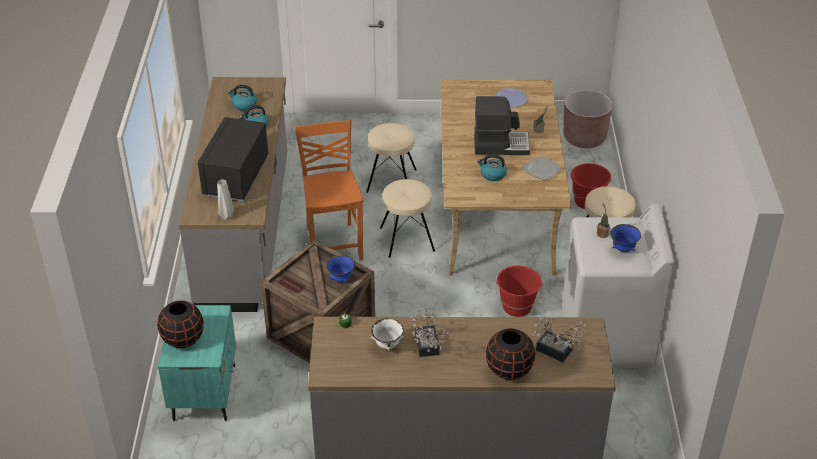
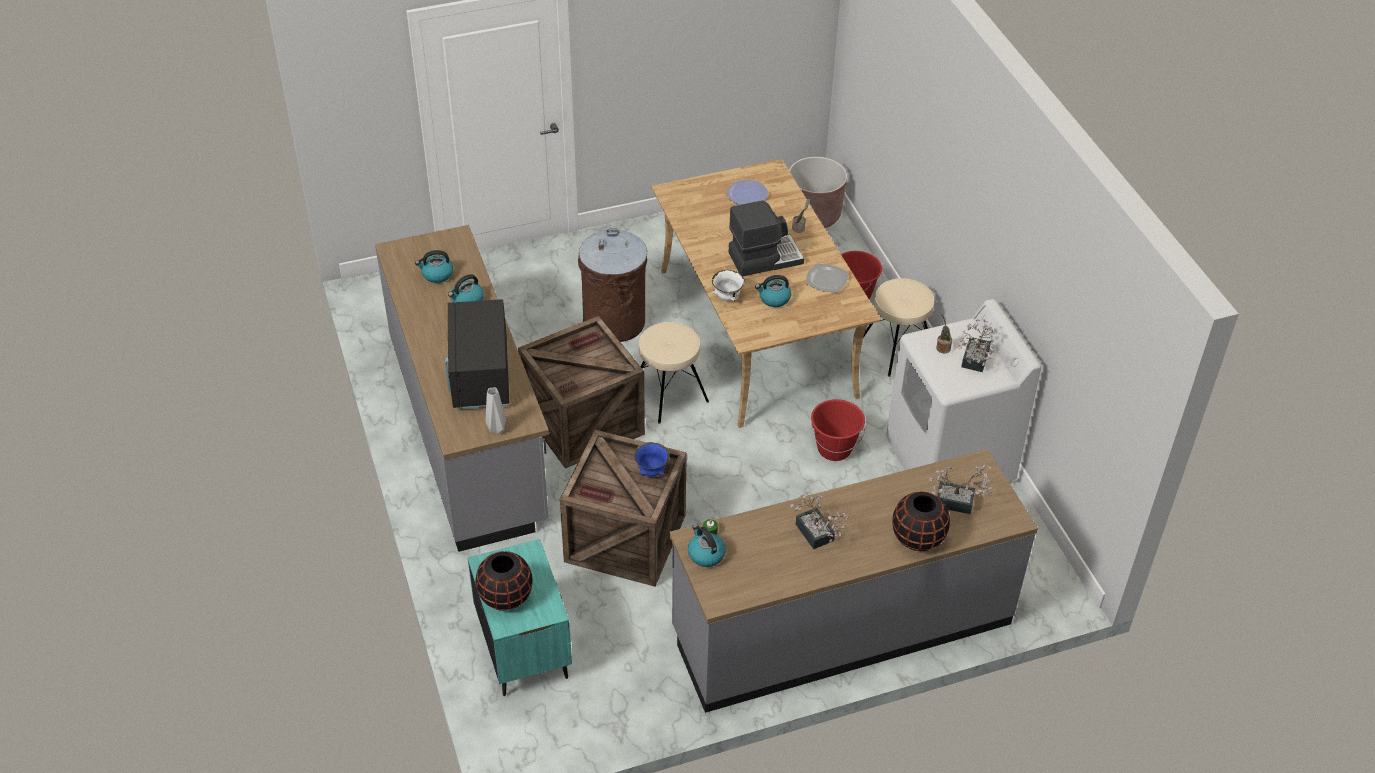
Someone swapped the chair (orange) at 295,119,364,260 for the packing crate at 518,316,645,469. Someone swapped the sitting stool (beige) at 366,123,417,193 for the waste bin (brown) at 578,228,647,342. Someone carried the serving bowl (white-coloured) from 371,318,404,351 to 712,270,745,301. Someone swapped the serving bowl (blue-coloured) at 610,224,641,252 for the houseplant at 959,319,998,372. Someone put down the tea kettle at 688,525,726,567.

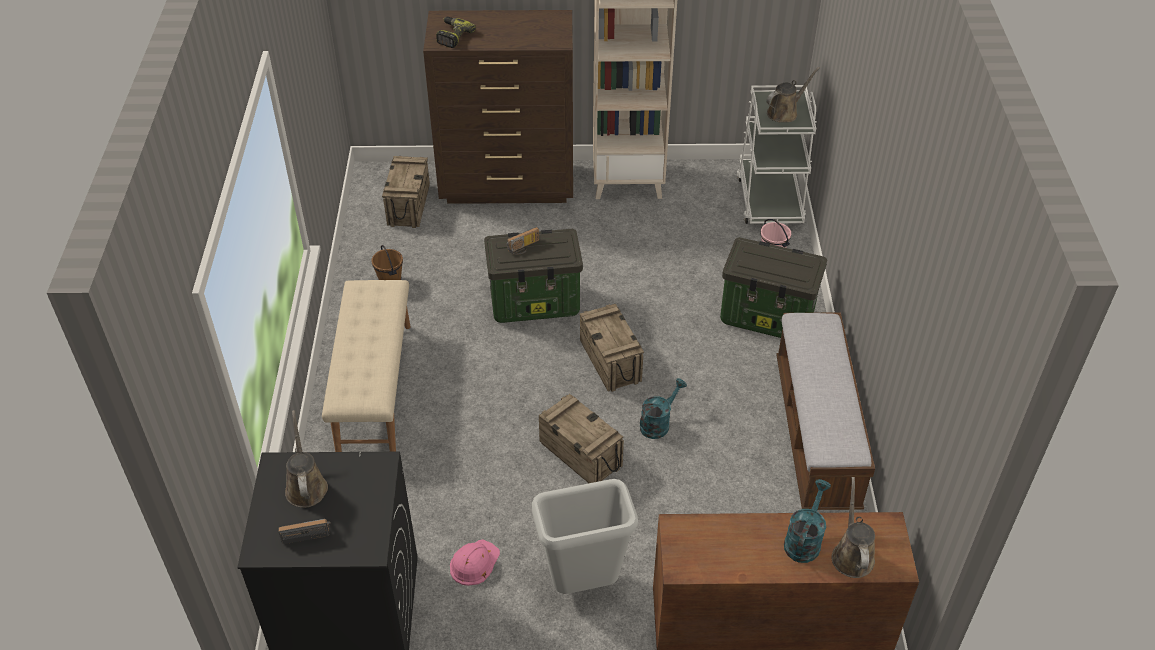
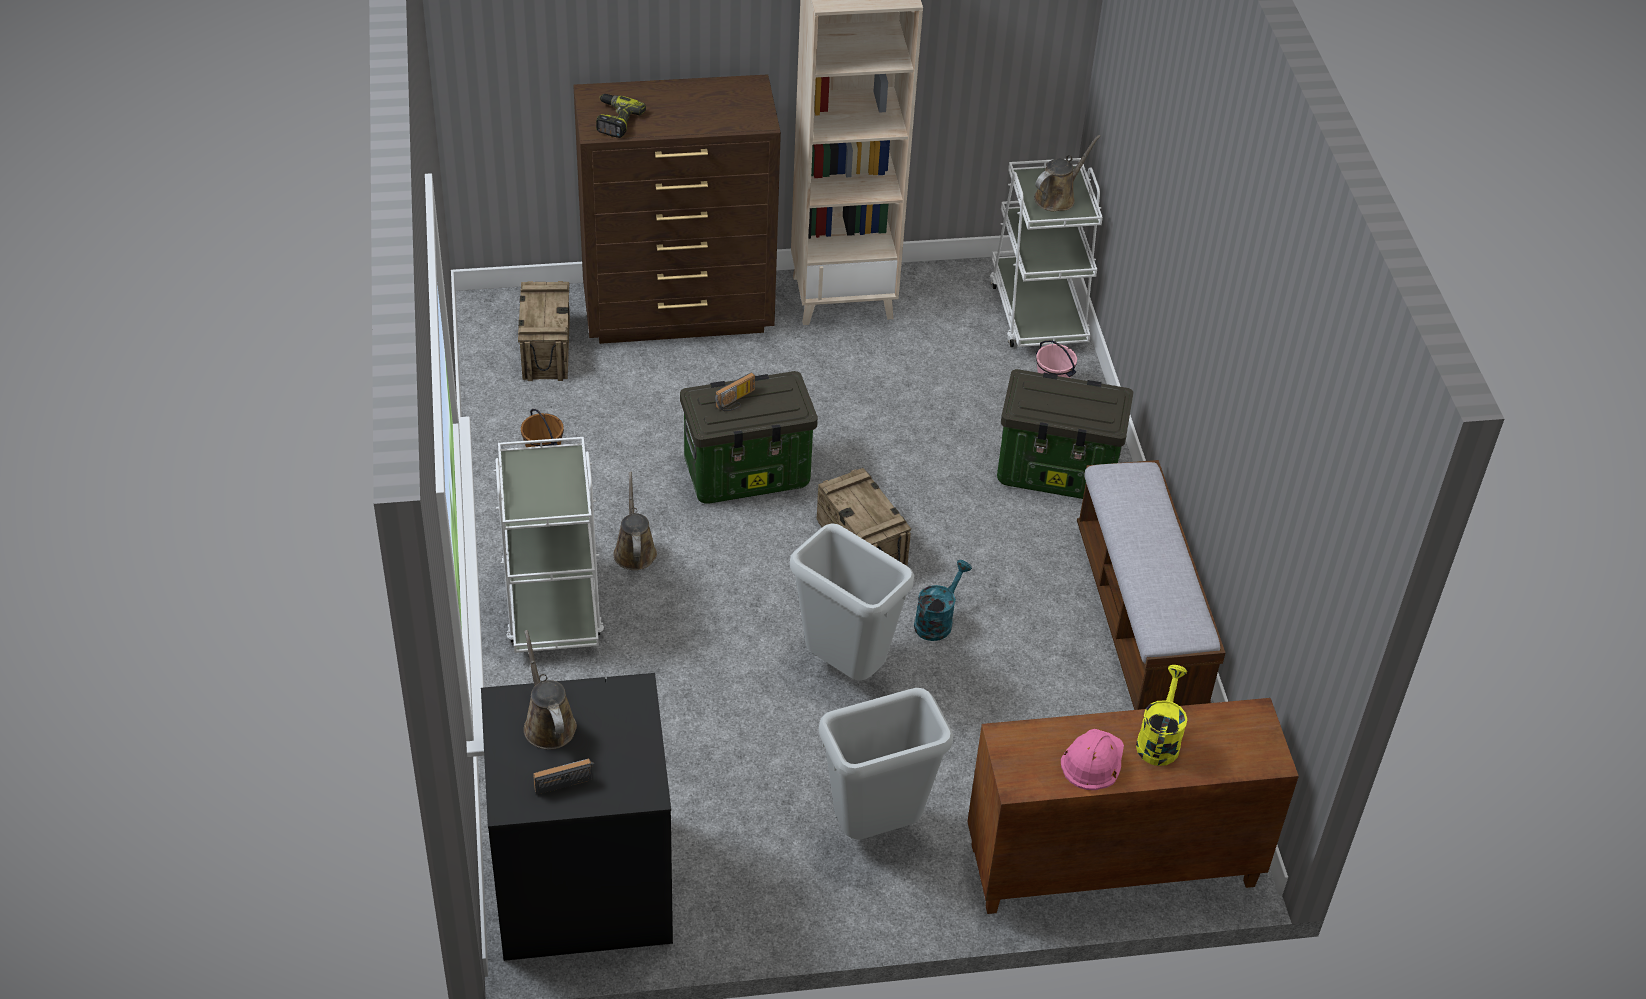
Someone swapped the long seat (beige) at 322,280,411,452 for the cart (white-coloured) at 493,437,604,653. Someone carried the safety helmet (pinkish) from 450,540,500,586 to 1061,729,1124,790. Someone swapped the packing crate at 539,394,624,483 for the waste bin (grey) at 790,523,914,681. Someone repainted the watering pot (turquoise) at 784,479,831,563, which became the watering pot (yellow) at 1136,665,1187,766. Someone carried the watering pot (brown) from 831,477,875,578 to 613,472,657,570.

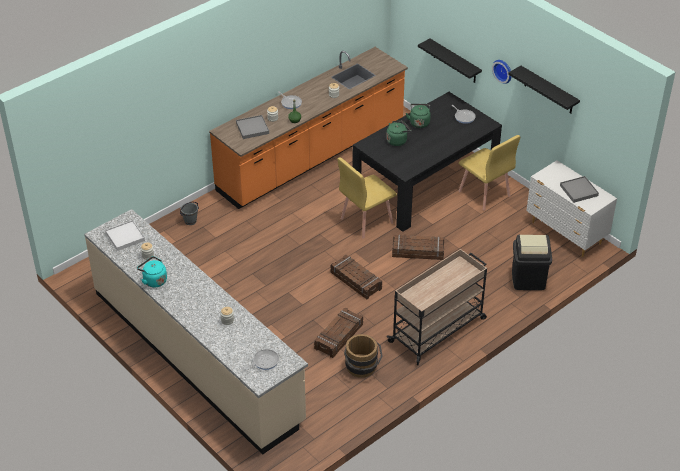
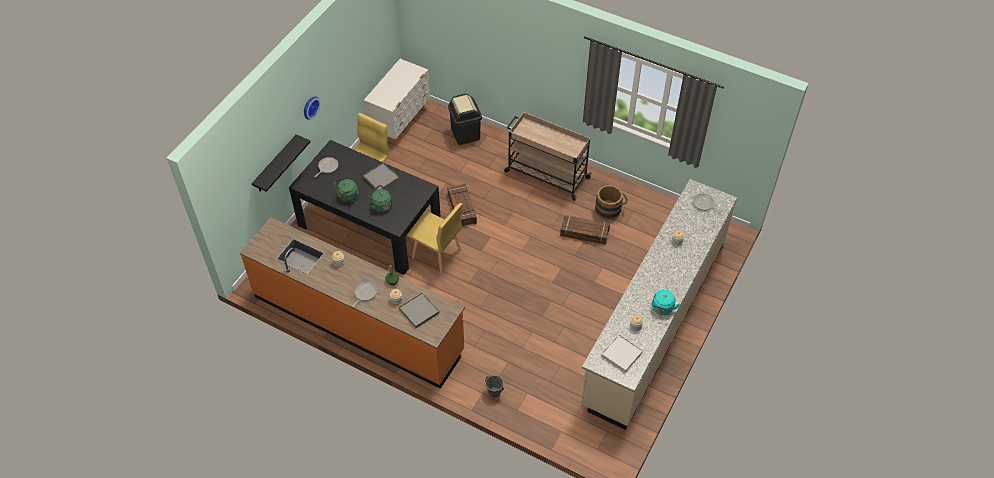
Someone took away the packing crate at 331,255,382,299. Someone took away the bracket shelf (black-coloured) at 508,66,580,114. Someone carried the tray (grey) from 560,176,599,203 to 363,163,399,190.

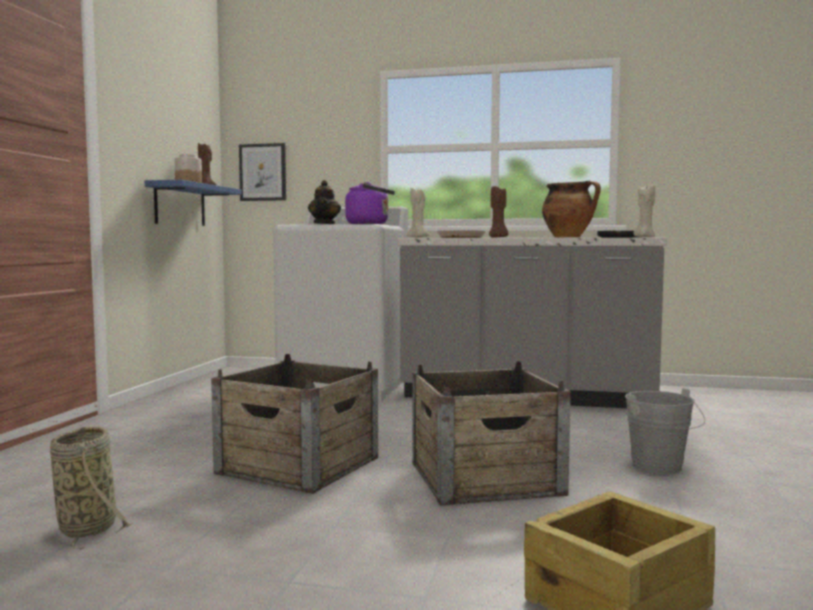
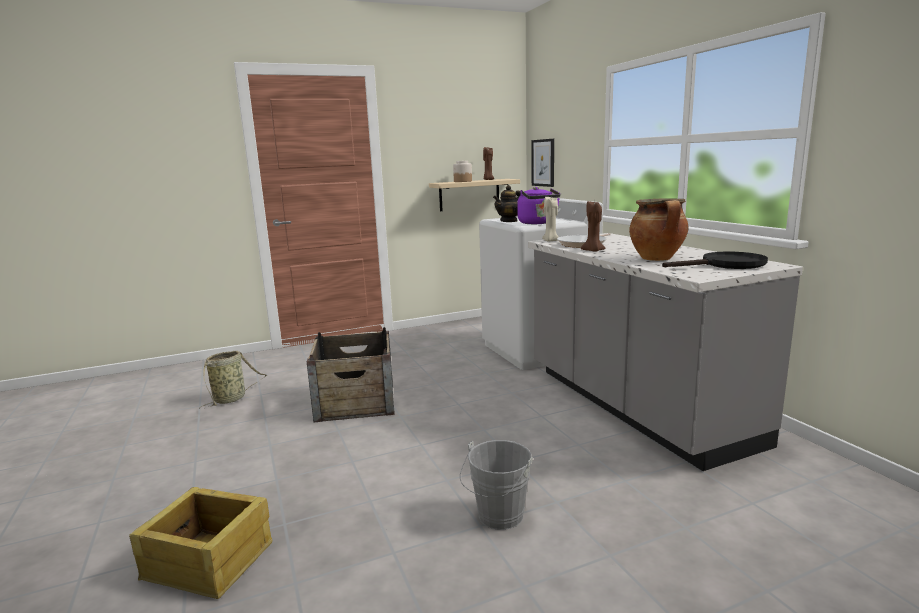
Someone repainted the bracket shelf (blue-coloured) at 145,180,242,226, which became the bracket shelf (beige) at 429,179,520,211. Someone took away the packing crate at 412,361,571,506. Someone took away the wax candle (beige) at 634,185,655,237.

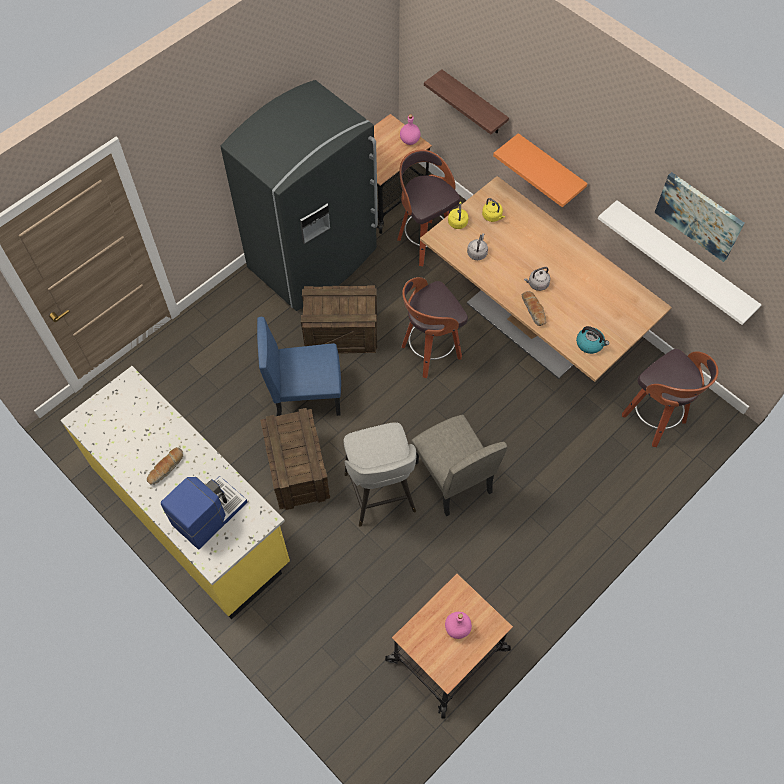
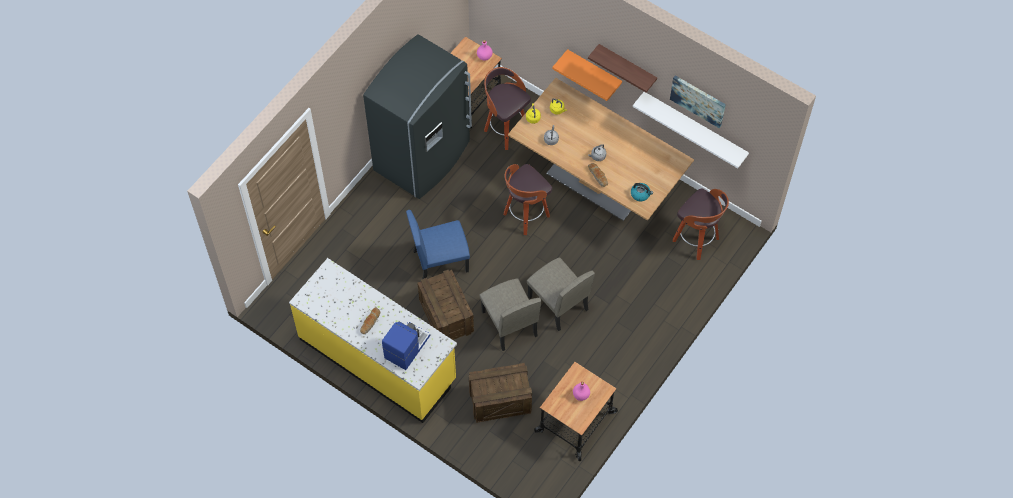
Someone carried the packing crate from 301,285,377,353 to 469,363,532,423. Someone swapped the sitting stool (grey) at 343,422,416,527 for the chair (beige) at 480,278,541,351. Someone carried the bracket shelf from 424,69,509,134 to 588,44,657,92.

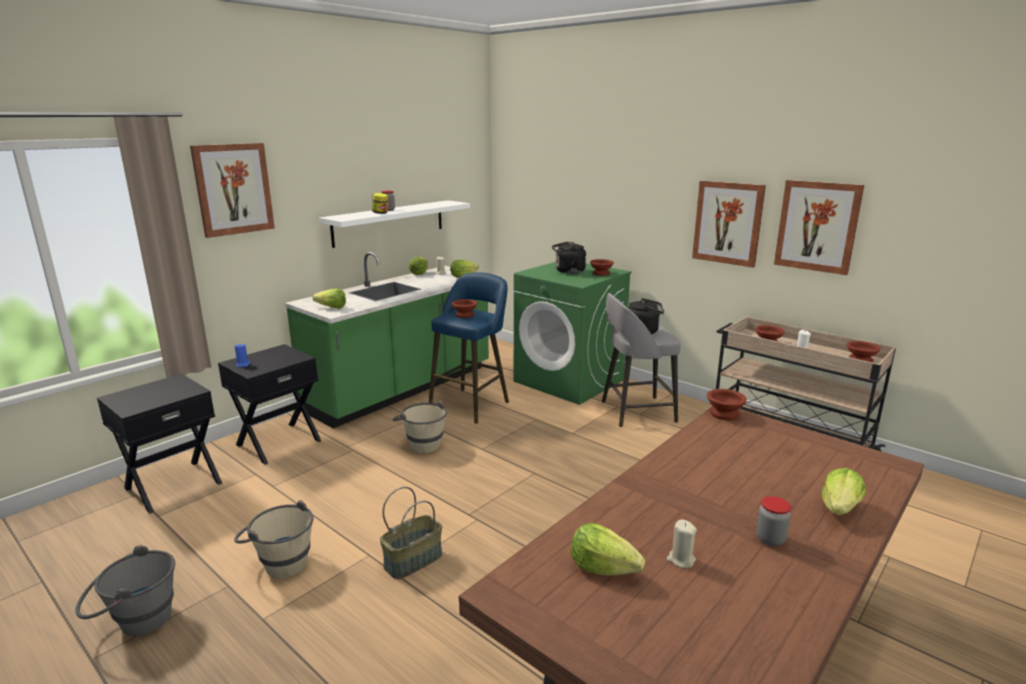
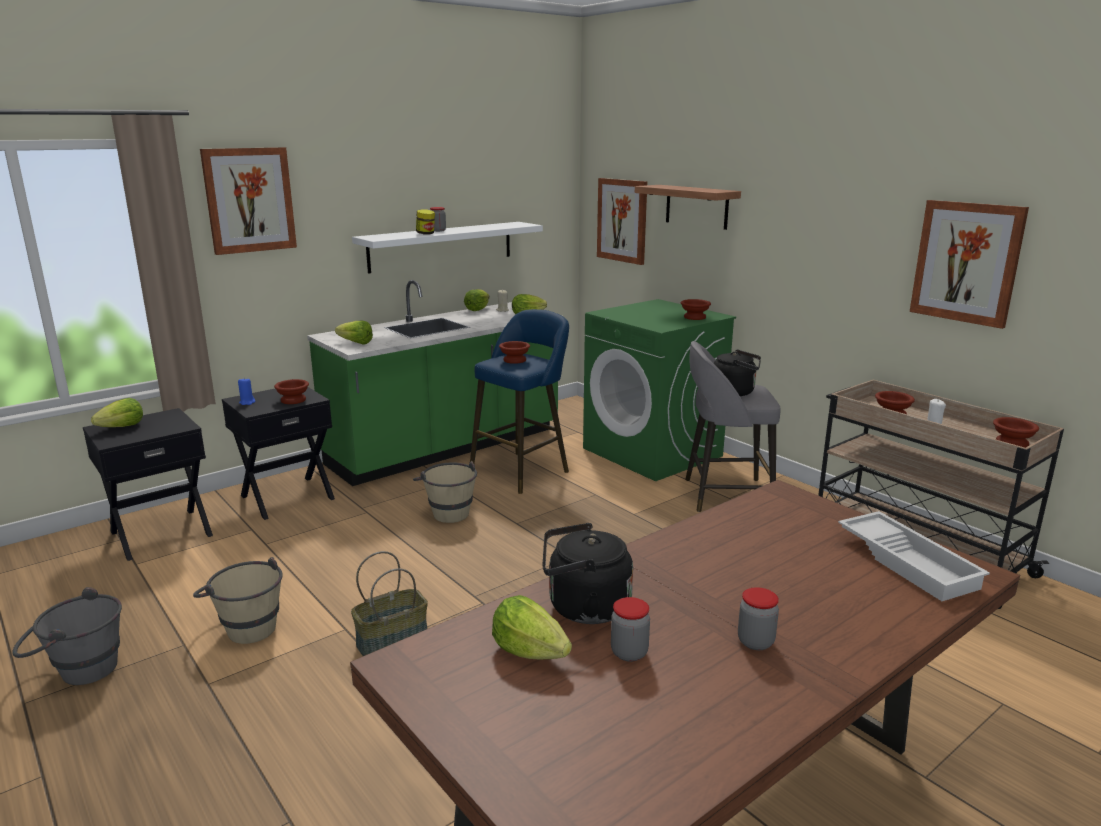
Someone carried the tea kettle (black-coloured) from 552,242,586,274 to 542,523,633,624. Someone swapped the wax candle (beige) at 667,520,697,568 for the preserve jar at 611,597,650,662. Someone carried the wall picture from 692,181,766,268 to 597,178,647,265. Someone carried the serving bowl (brown) from 707,389,747,420 to 274,379,309,404. Someone carried the lettuce head from 822,468,866,515 to 91,398,143,427. Someone put up the bracket shelf at 635,185,741,230. Someone put down the tray (white-coloured) at 838,511,990,601.

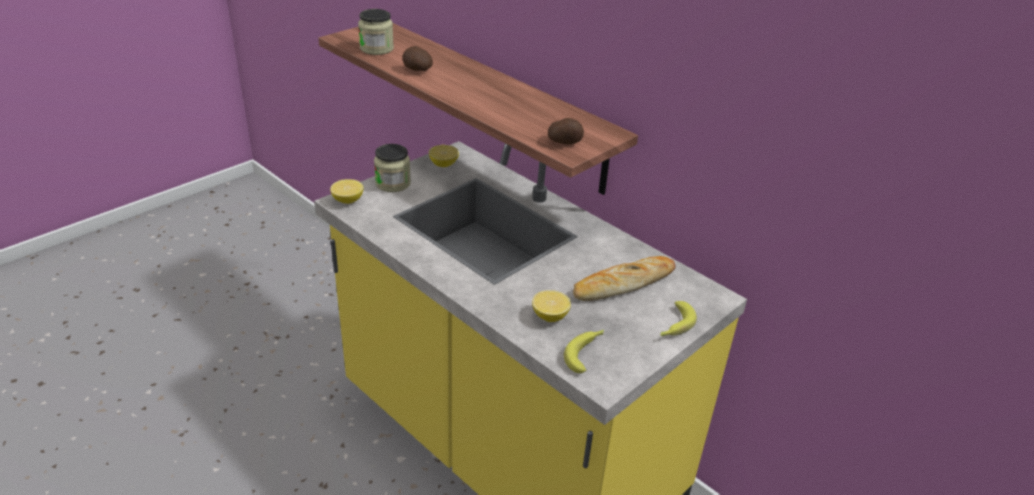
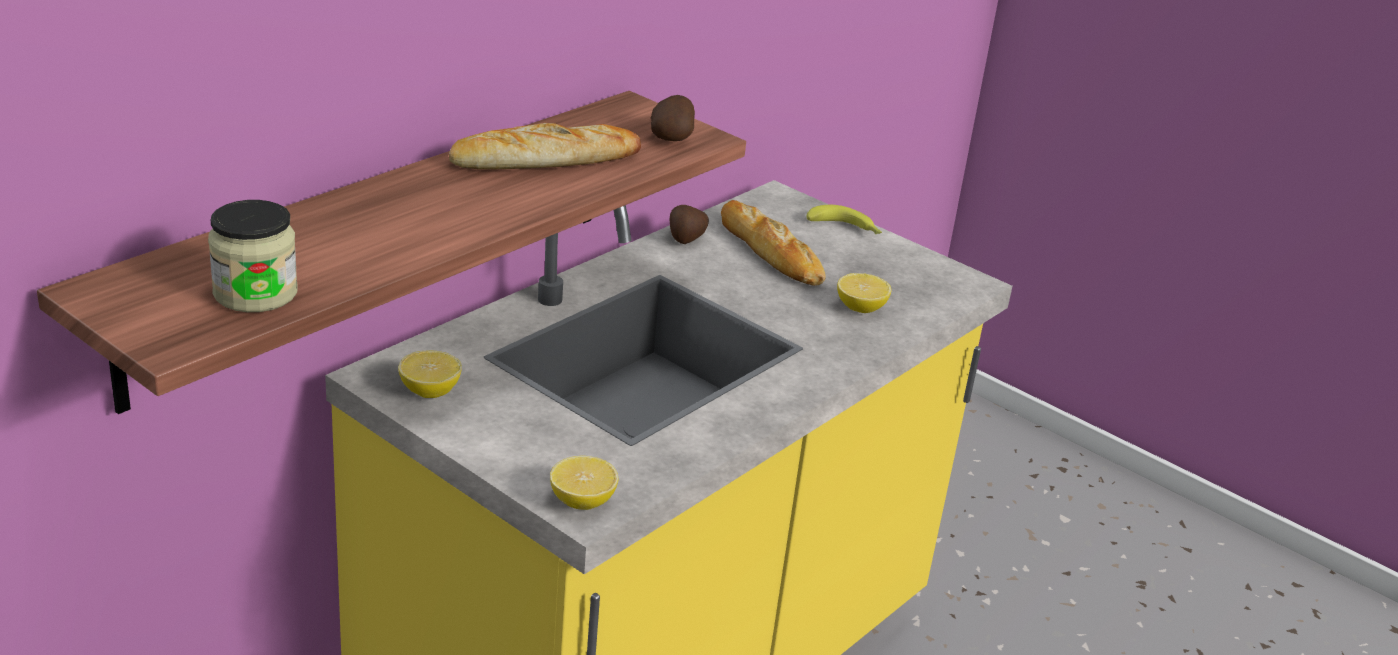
Someone took away the preserve jar at 374,144,411,192. Someone carried the potato from 403,46,433,71 to 670,205,709,244. Someone took away the whole banana at 564,330,604,373. Someone put down the baked bread at 449,123,641,169.

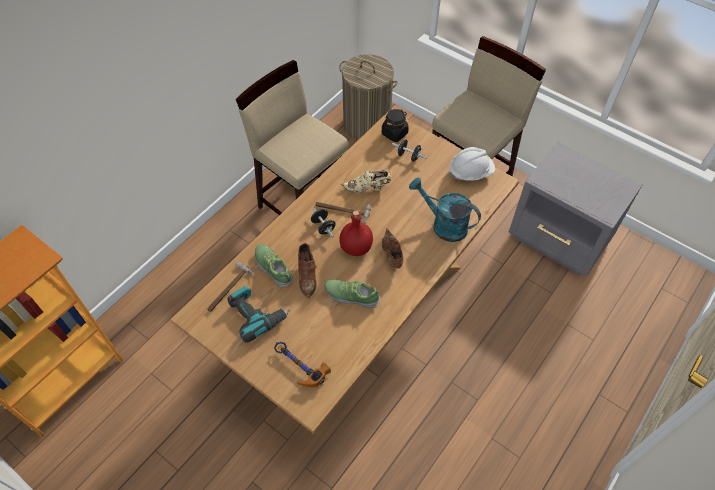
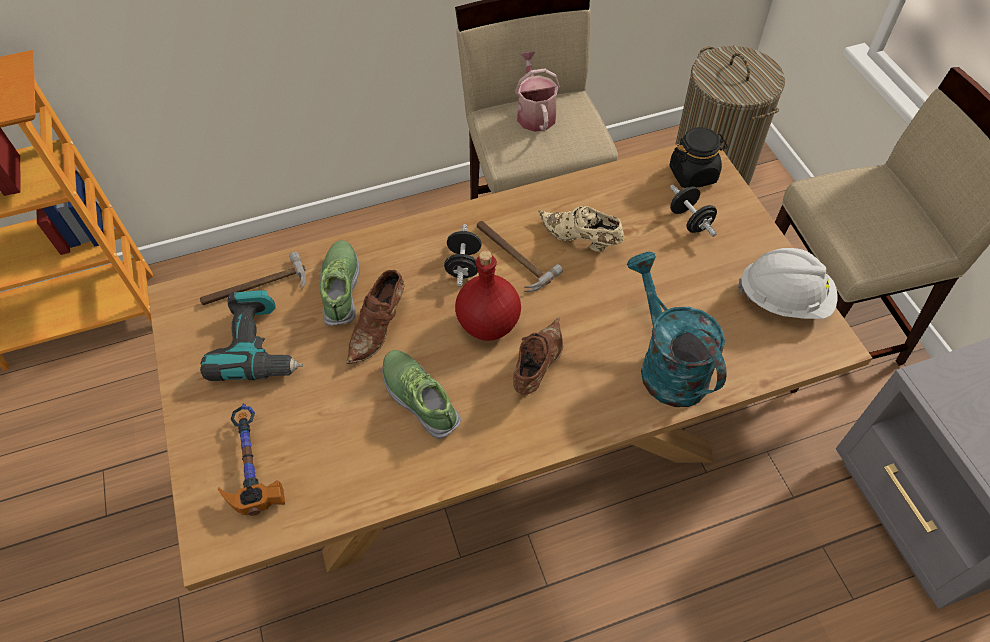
Someone put down the watering pot at 515,51,560,132.

